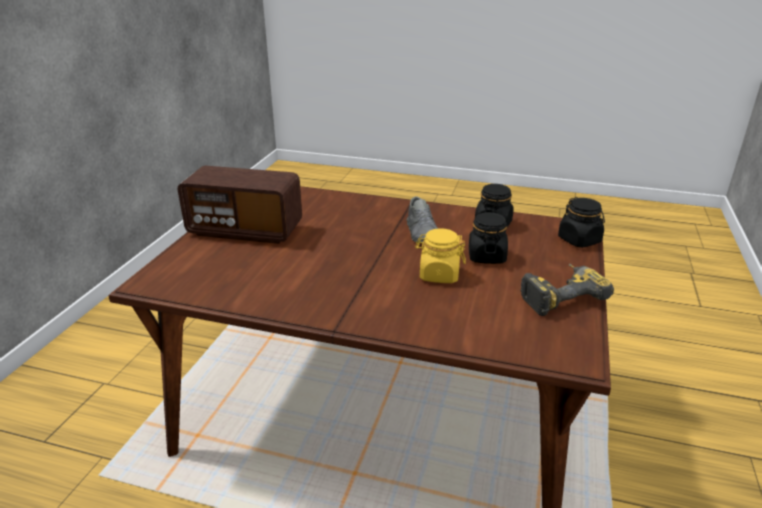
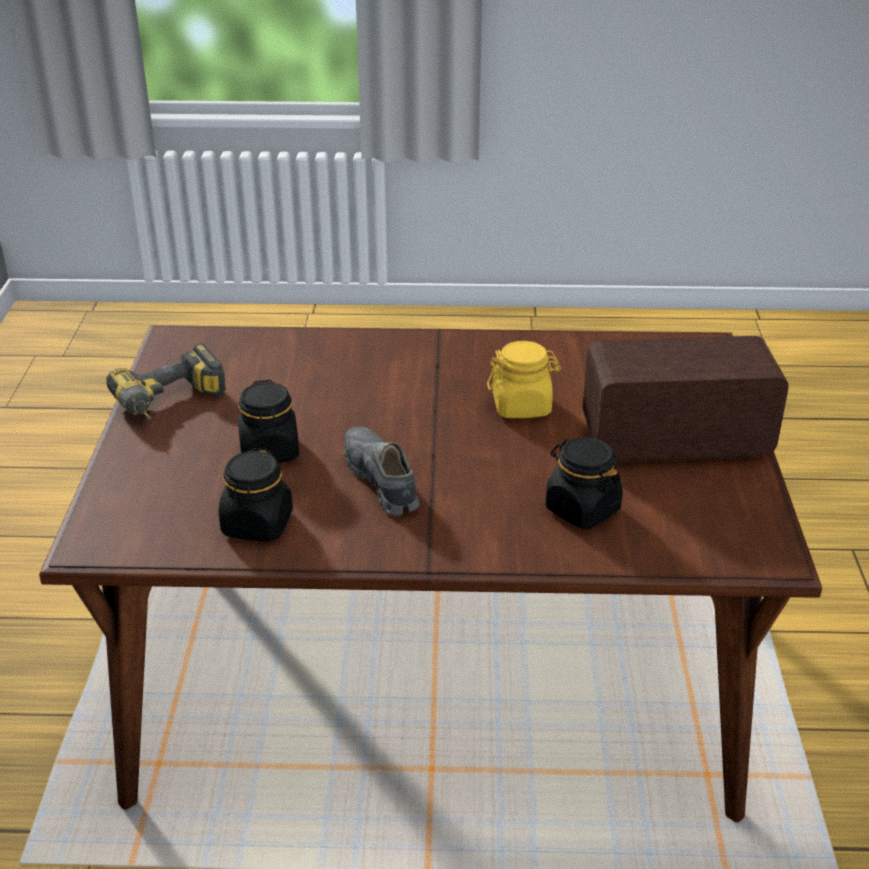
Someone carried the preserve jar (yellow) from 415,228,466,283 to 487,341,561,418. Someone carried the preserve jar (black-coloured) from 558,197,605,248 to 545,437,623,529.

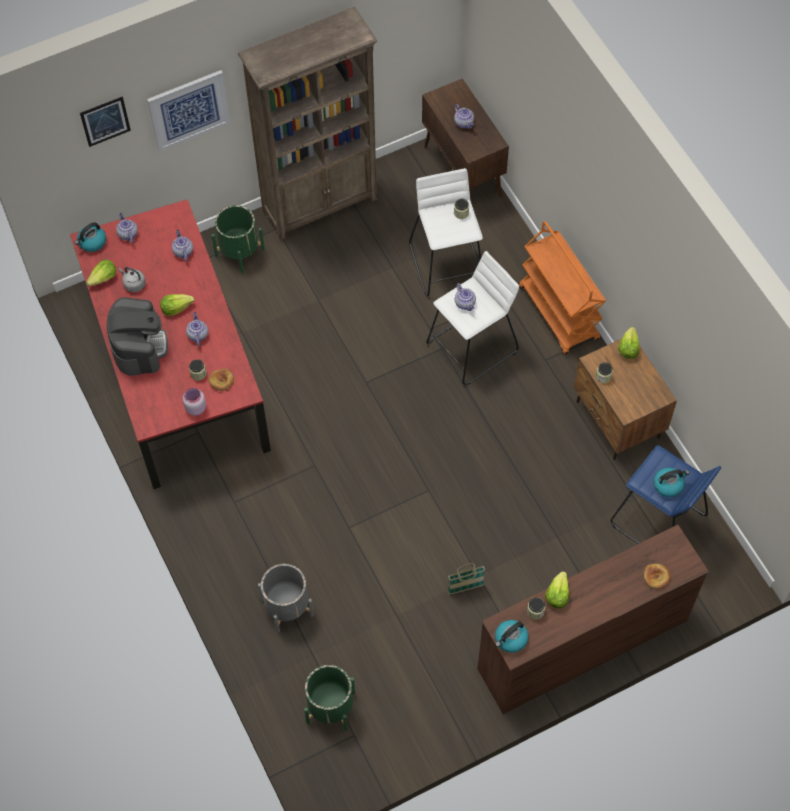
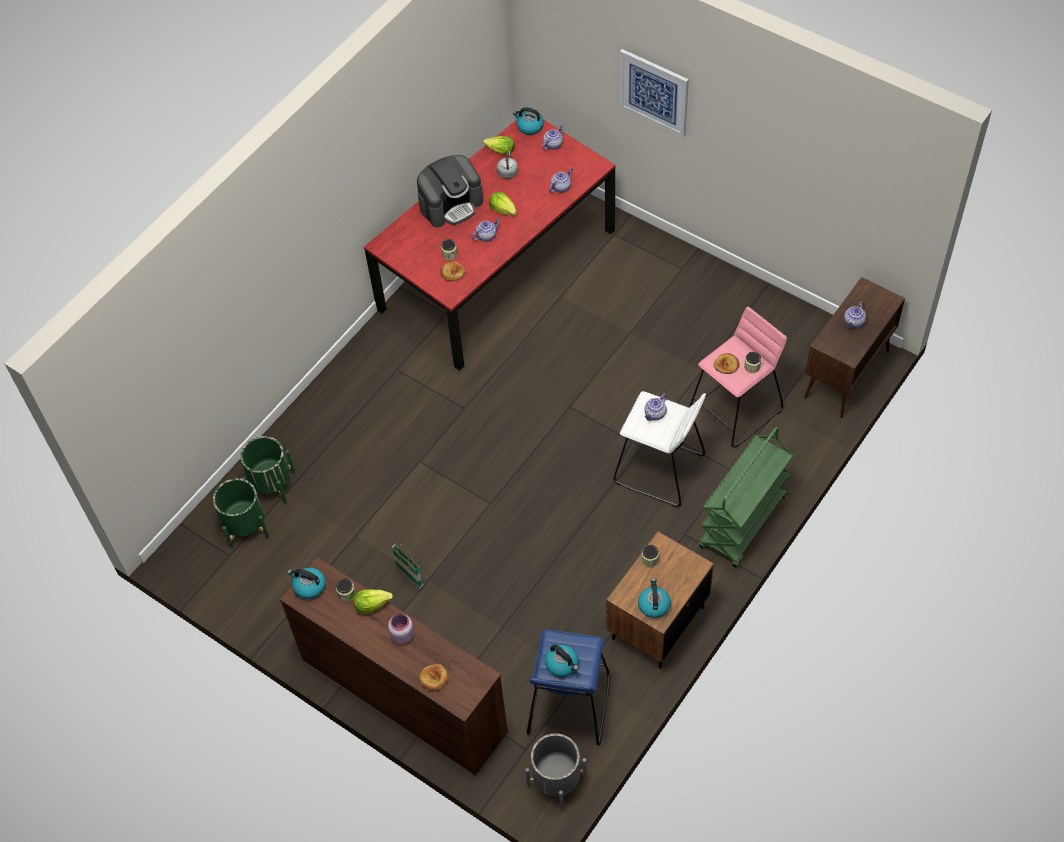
Someone took away the wall picture at 80,97,131,147. Someone carried the preserve jar (pinkish) from 183,388,206,416 to 388,613,414,644. Someone carried the plant pot (greenish) from 211,205,265,273 to 240,436,295,504. Someone took away the bookshelf (brown) at 238,7,377,241. Someone carried the plant pot (grey) from 258,564,314,633 to 525,733,587,810. Someone repainted the sitting stool (white-coloured) at 409,168,483,296, which became the sitting stool (pinkish) at 689,307,787,447. Someone repainted the cart (orange) at 518,221,606,355, which became the cart (greenish) at 699,427,793,568. Someone took away the lettuce head at 618,327,639,359. Someone put down the tea kettle at 638,578,671,618. Someone put down the baked bread at 714,353,739,374.

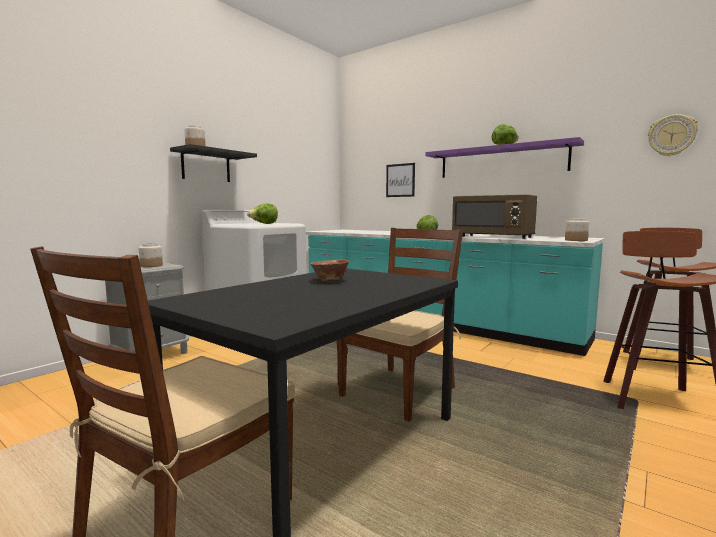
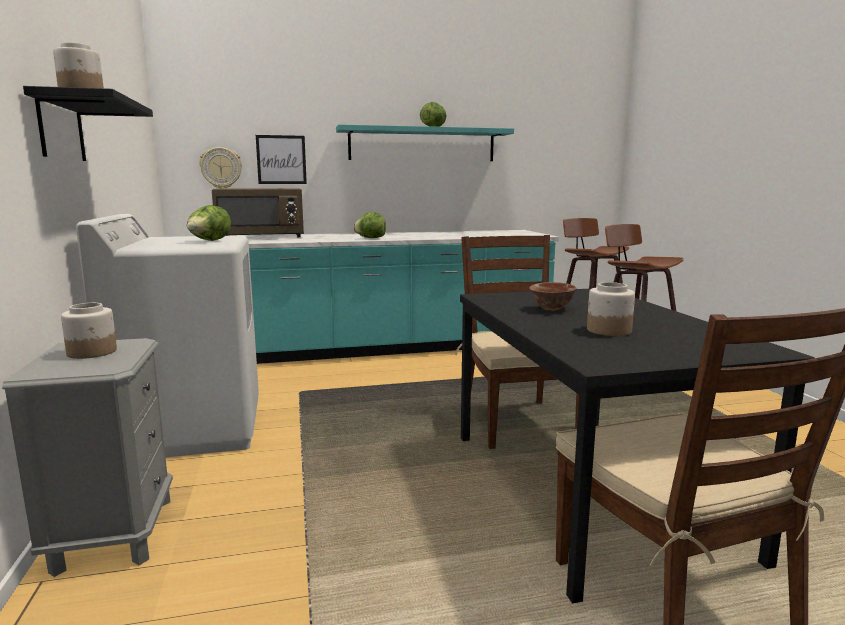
Someone repainted the bracket shelf (purplish) at 425,137,584,178, which became the bracket shelf (turquoise) at 336,124,514,161. Someone carried the kitchen microwave (brown) from 452,194,537,239 to 212,188,304,237. Someone carried the preserve jar from 565,218,589,241 to 587,282,635,336. Someone carried the wall clock from 648,114,698,156 to 199,147,242,188.

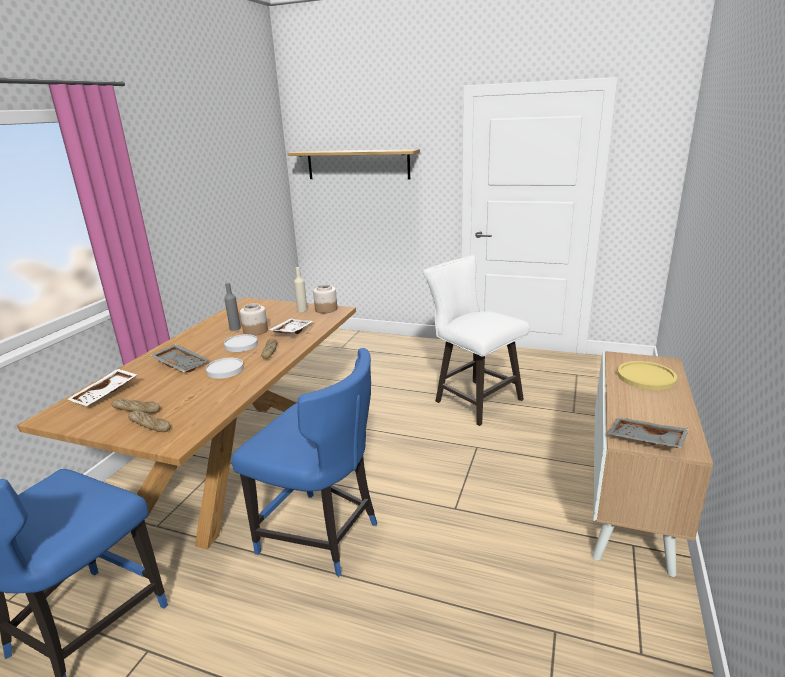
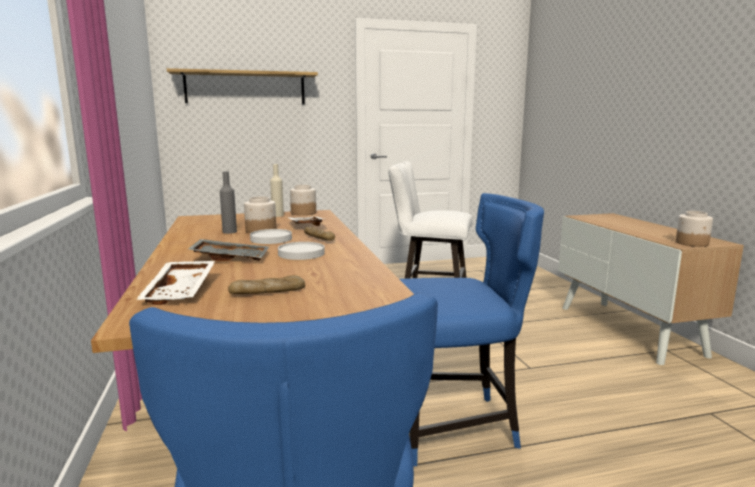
Someone took away the baked bread at 128,410,171,432. Someone swapped the tray (grey) at 607,417,689,448 for the preserve jar at 676,211,713,247. Someone took away the dinner plate (yellow) at 617,361,677,390.

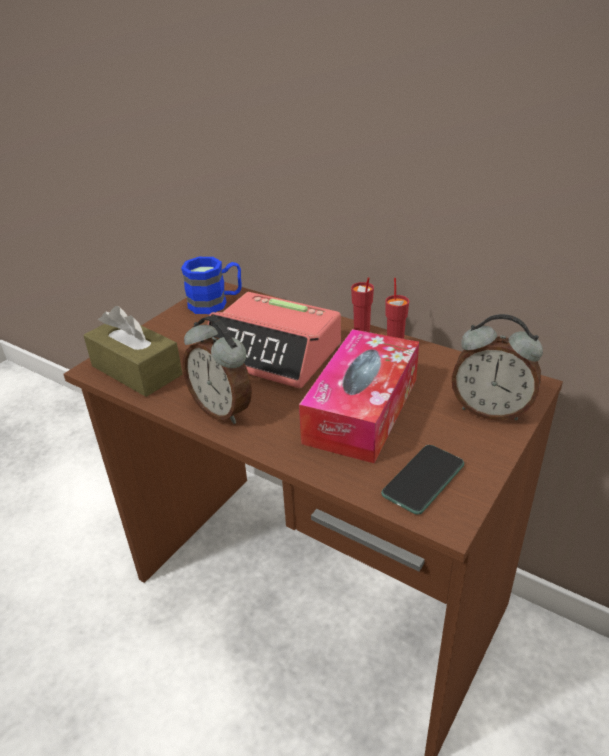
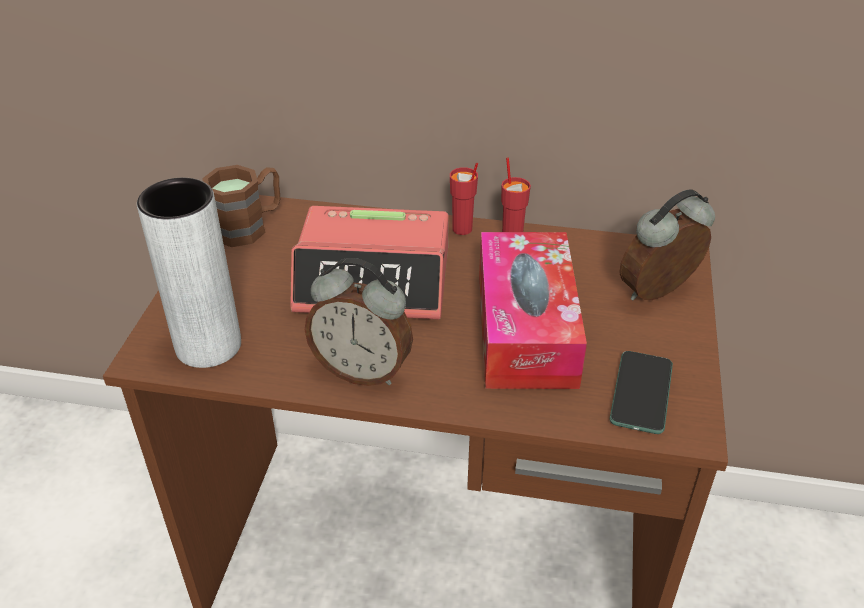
Someone swapped the tissue box (brown) at 83,306,183,397 for the decorative vase (grey) at 137,178,241,368. Someone repainted the mug (blue-coloured) at 181,257,241,314, which became the mug (brown) at 202,165,280,247. Someone rotated the alarm clock at 452,314,543,421 by 150 degrees clockwise.

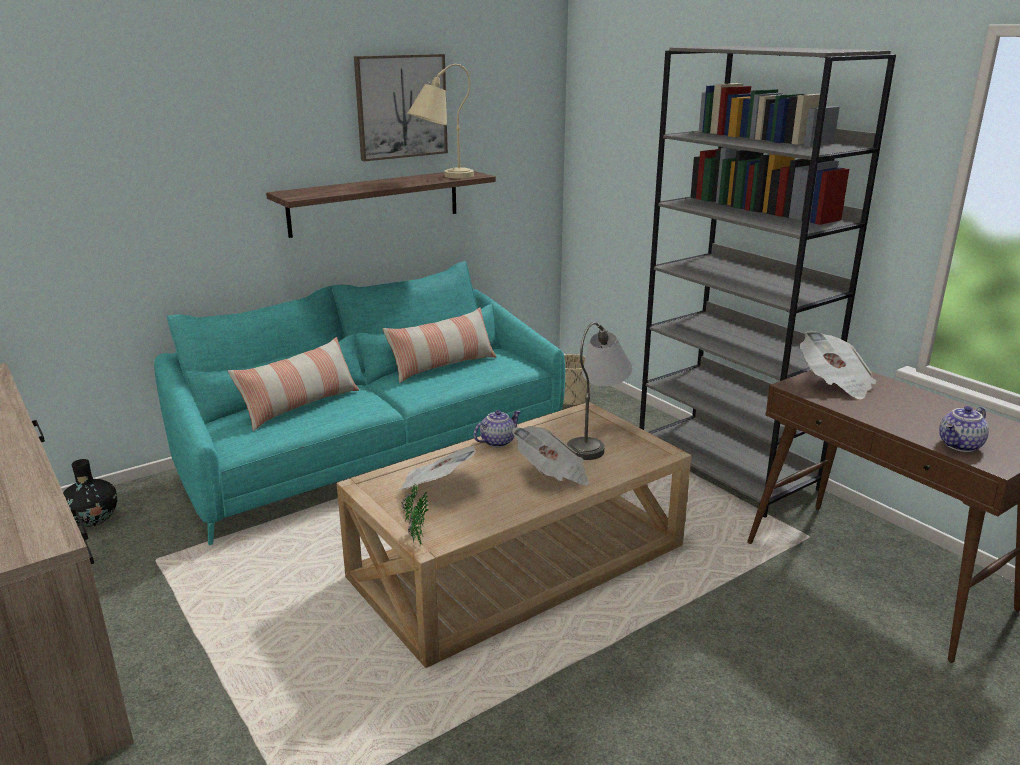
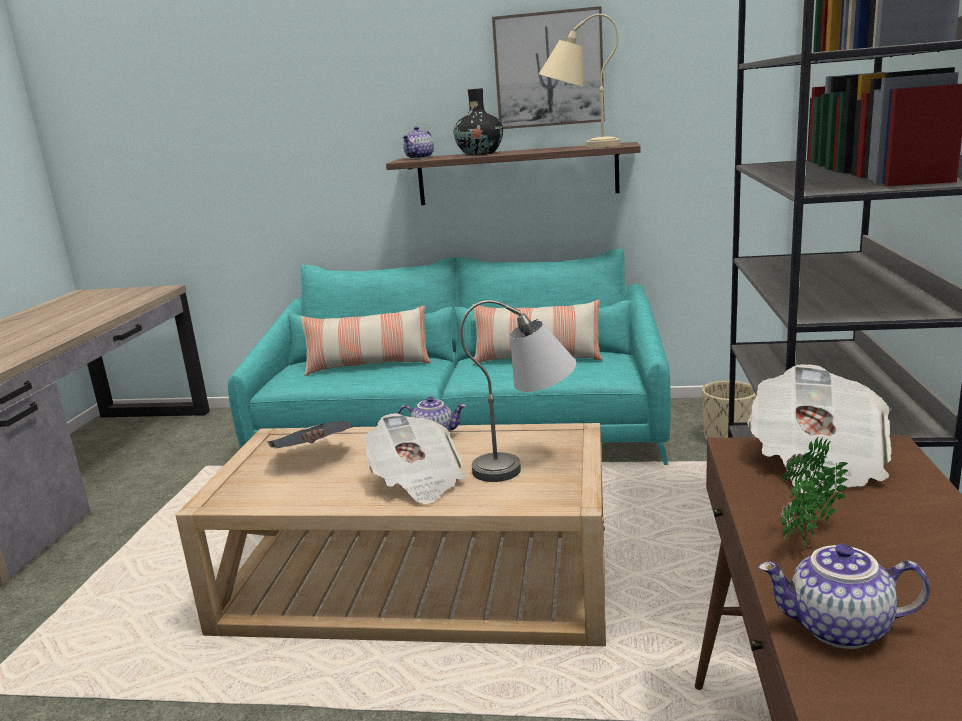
Someone carried the decorative vase (black-coloured) from 63,459,117,527 to 454,88,503,156. Someone carried the houseplant from 401,484,428,545 to 780,436,849,551. Someone put down the tea pot at 402,127,434,159.

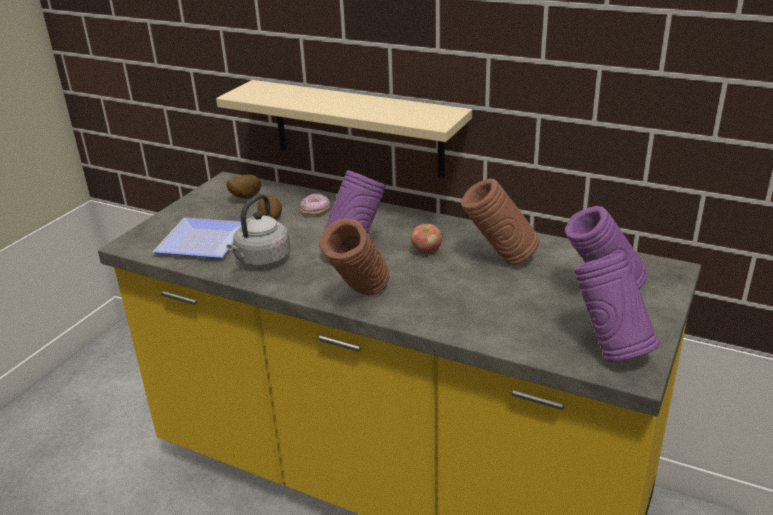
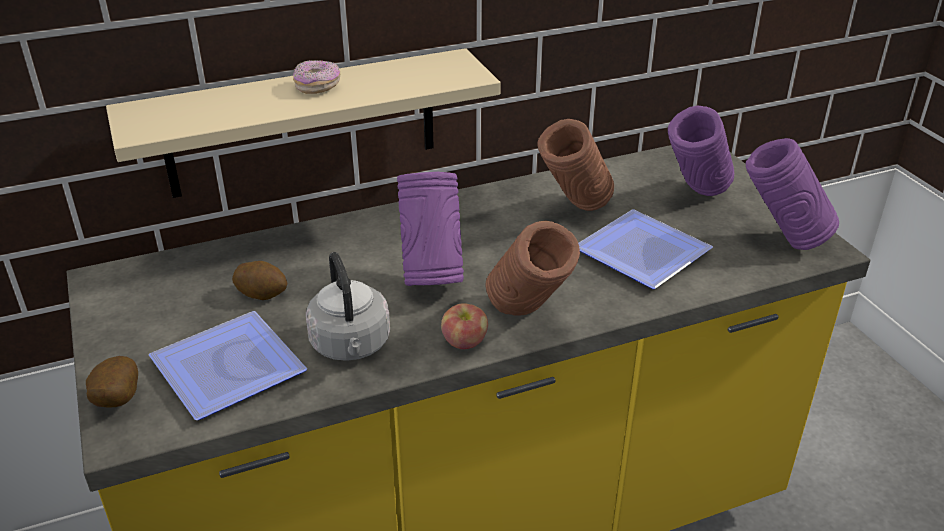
Someone carried the potato from 226,175,261,199 to 86,356,138,408. Someone carried the doughnut from 300,193,330,215 to 293,60,340,94. Someone carried the apple fruit from 411,224,442,254 to 441,303,488,349. Someone put down the dinner plate at 578,209,713,289.

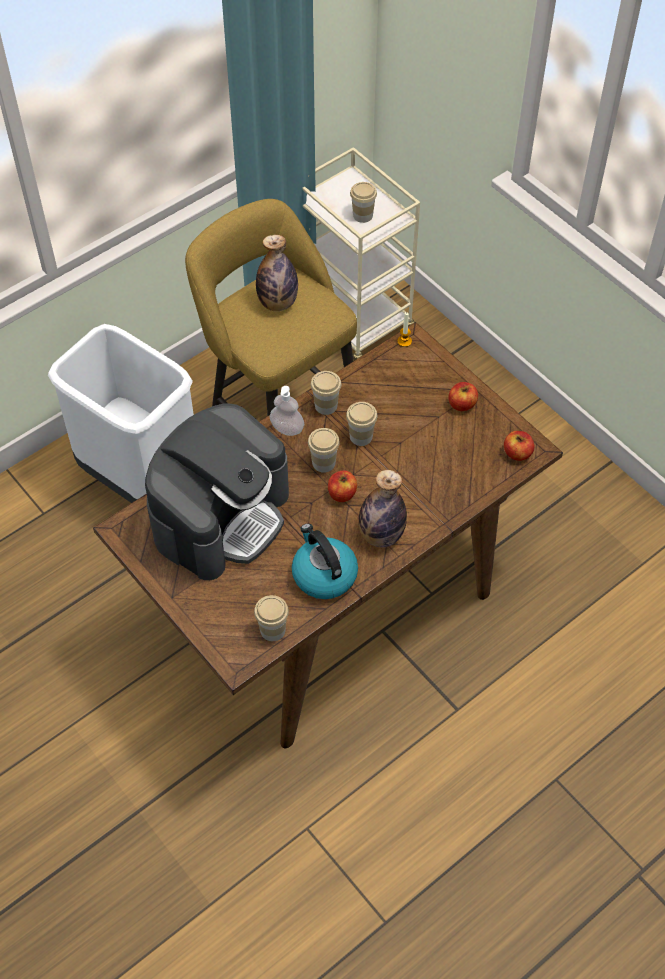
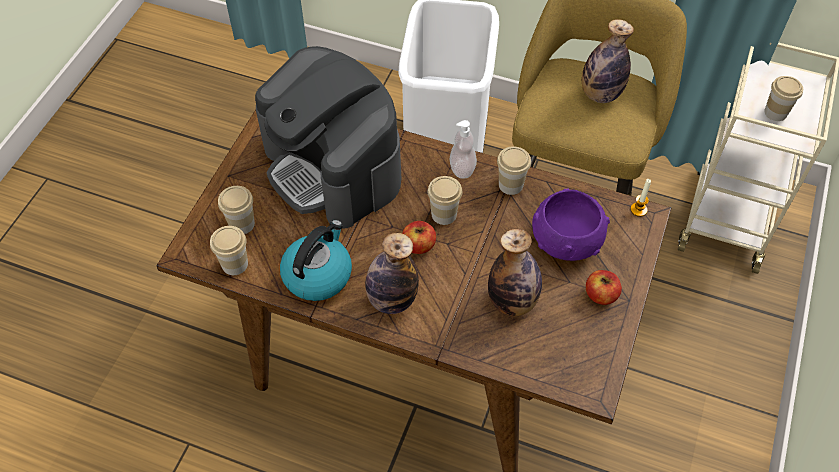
Someone rotated the coffee brewer at 145,404,289,580 by 45 degrees clockwise. Someone carried the cup from 346,402,377,446 to 218,186,255,234. Someone took away the apple fruit at 504,431,534,461. Someone put down the bottle at 488,229,542,316. Someone put down the serving bowl (purplish) at 532,189,610,261.

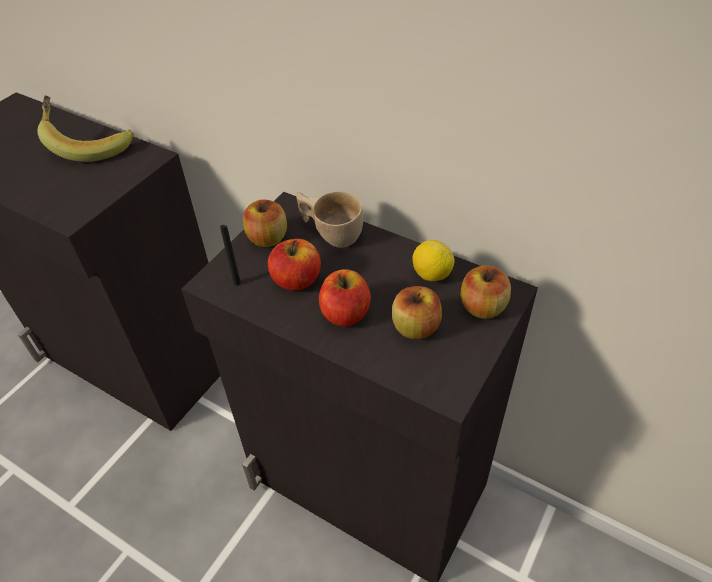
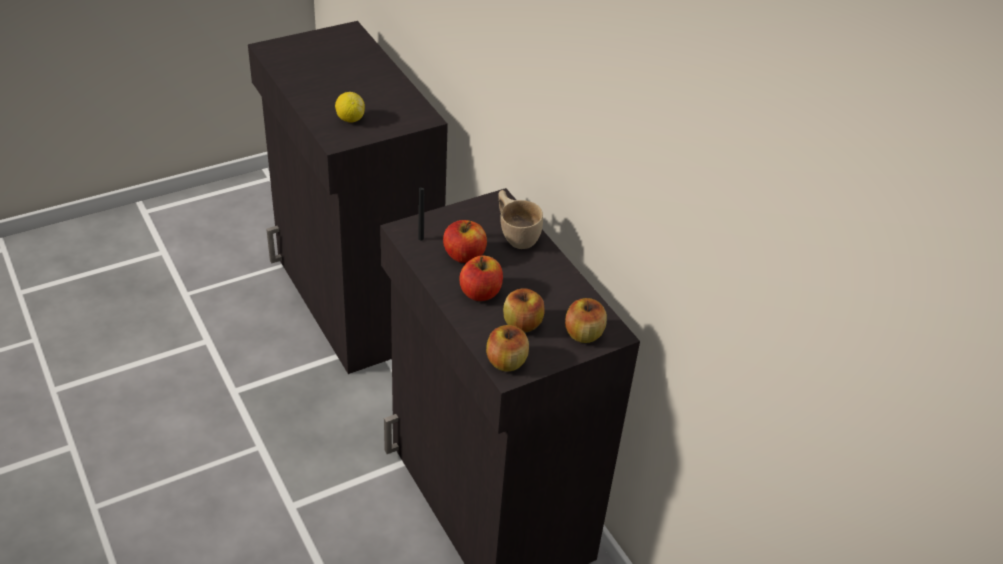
Someone took away the whole banana at 38,96,134,162. Someone carried the apple fruit from 243,199,287,247 to 486,325,529,372. Someone carried the lemon from 412,240,455,281 to 335,92,365,123.

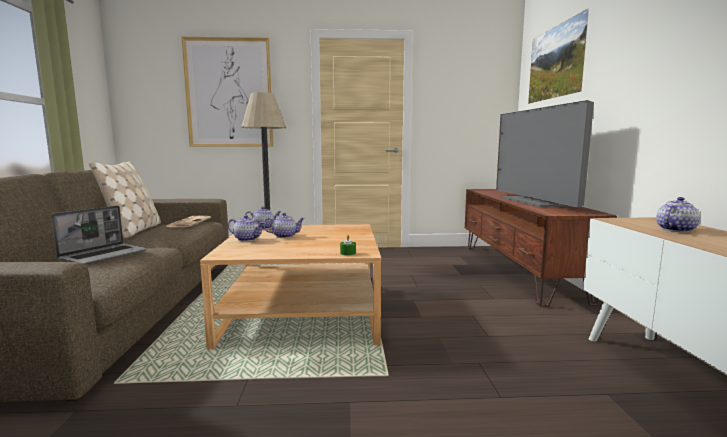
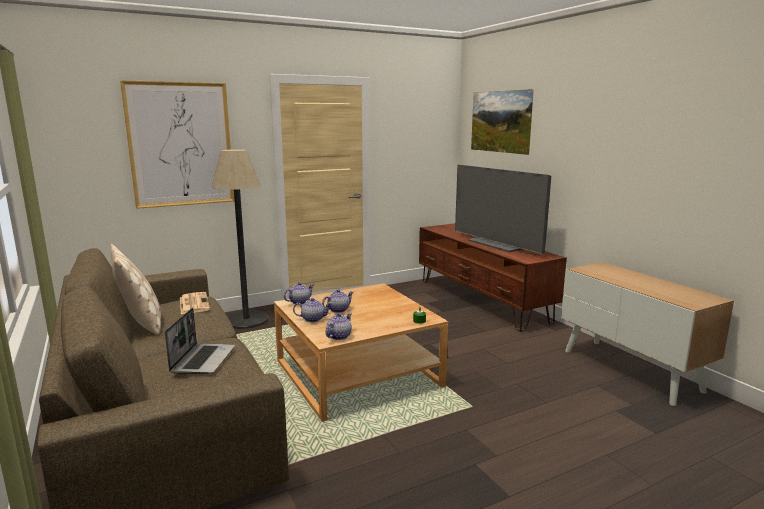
Someone carried the tea pot from 656,197,700,232 to 326,313,352,340.

